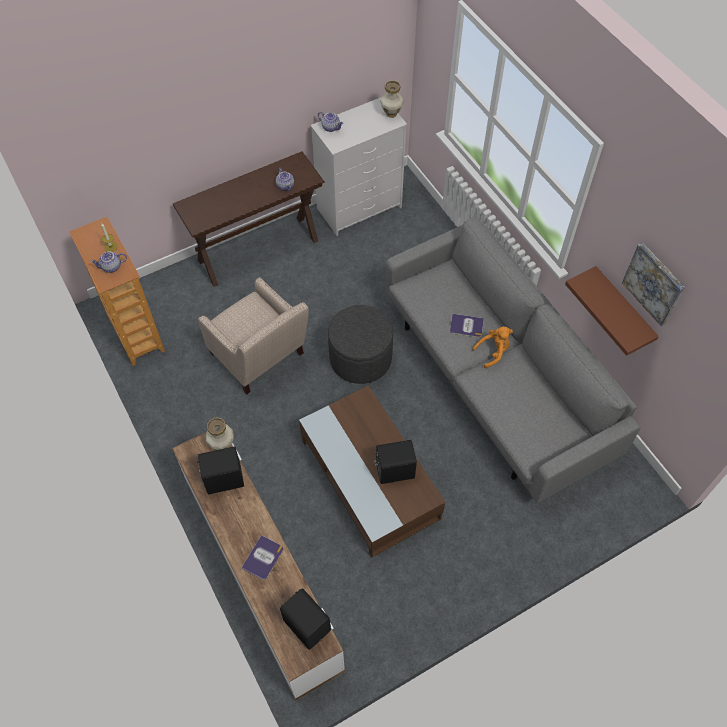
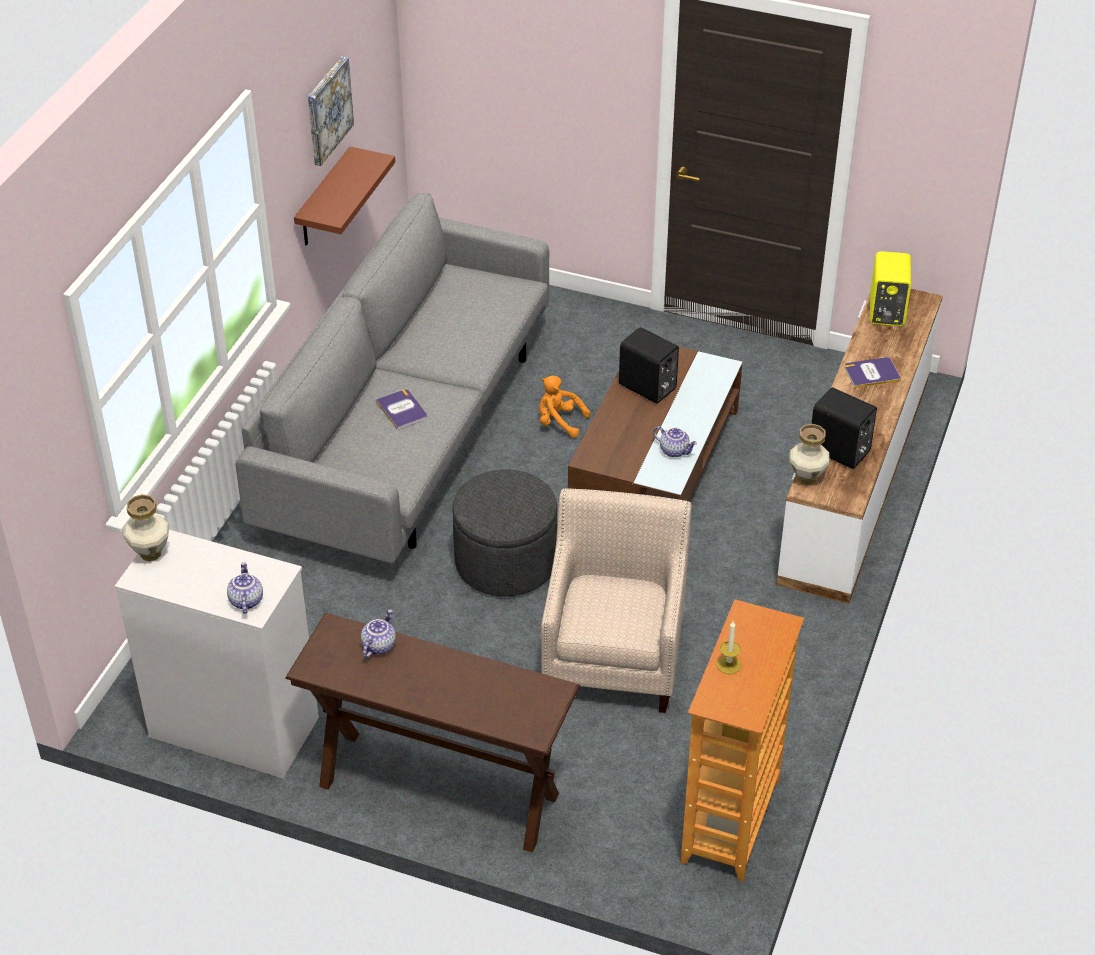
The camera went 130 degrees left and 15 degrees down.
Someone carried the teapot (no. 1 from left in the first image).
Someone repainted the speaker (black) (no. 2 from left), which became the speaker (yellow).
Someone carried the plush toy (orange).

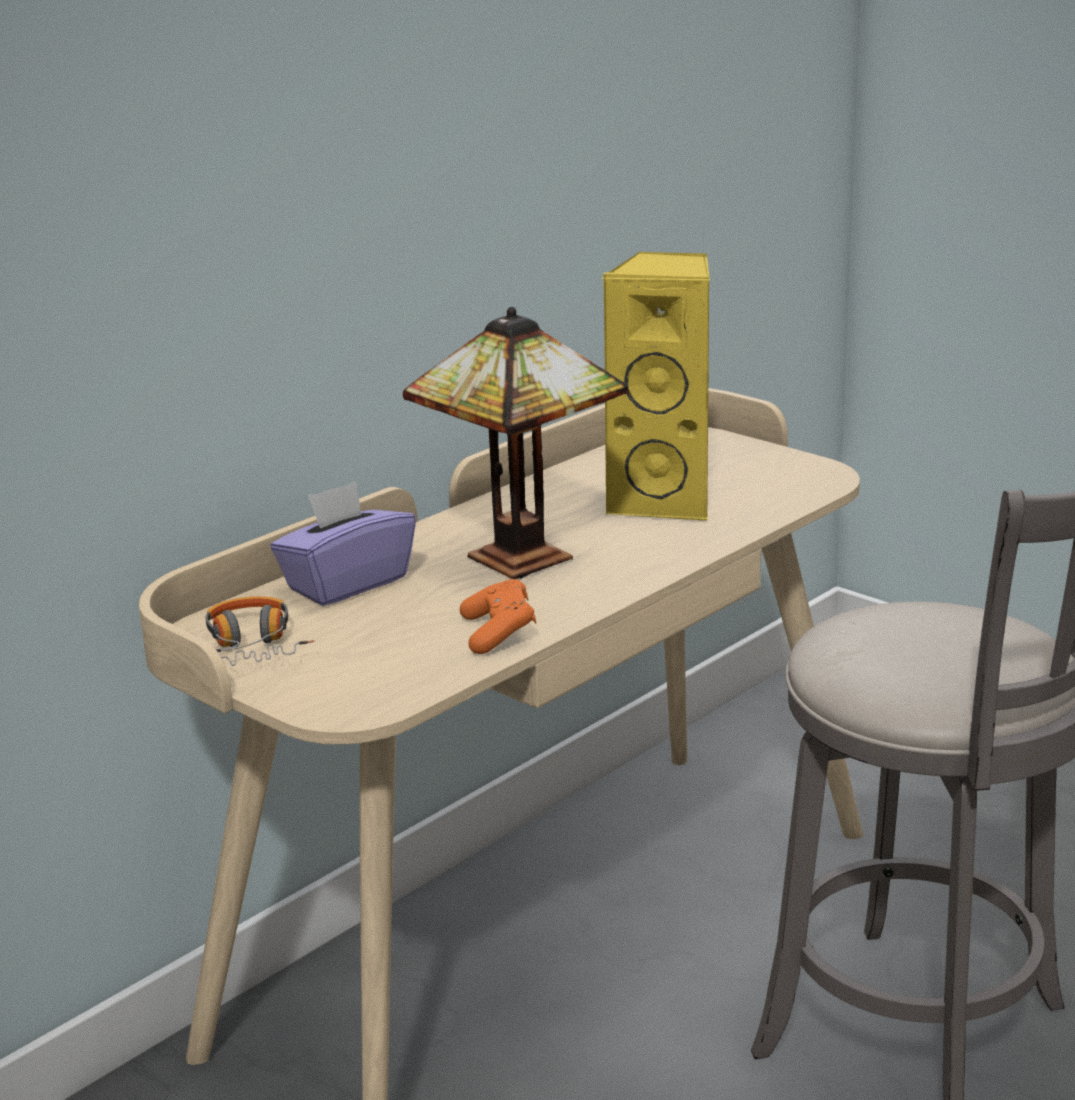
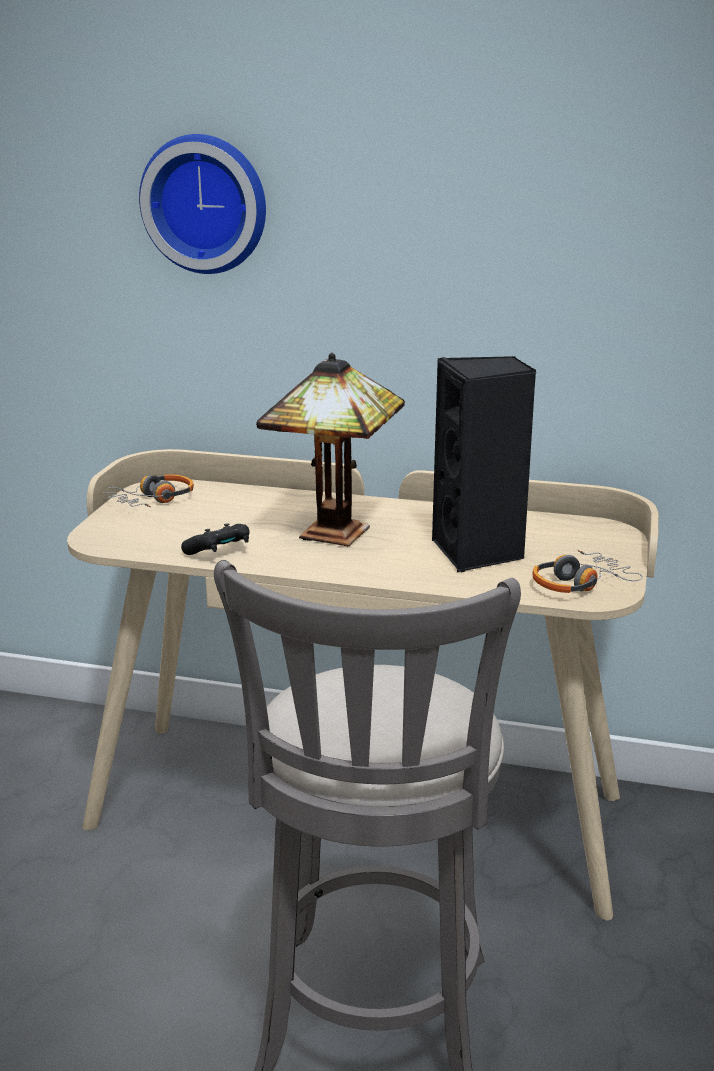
The camera went 60 degrees right and 0 degrees up.
Someone took away the tissue box (purple).
Someone repainted the game controller (orange), which became the game controller (black).
Someone repainted the speaker (yellow), which became the speaker (black).
Someone put up the wall clock.
Someone put down the headphones (no. 2 from left).

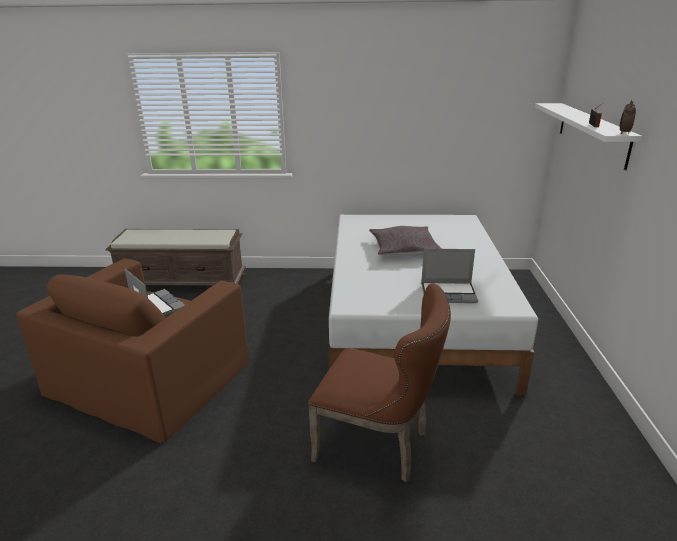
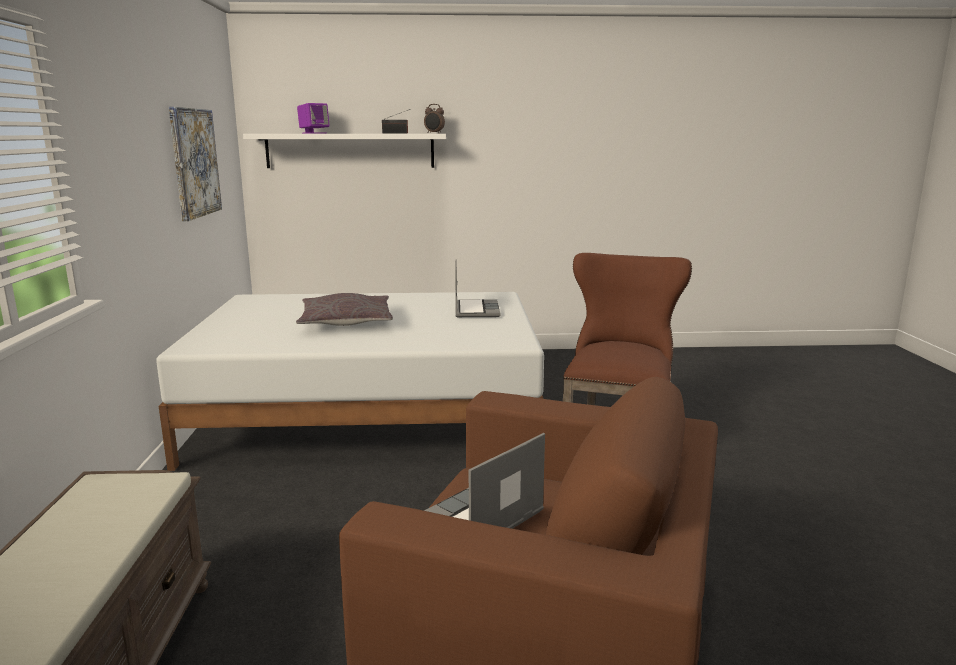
The camera went 95 degrees left and 10 degrees down.
Someone put up the picture.
Someone put down the speaker (purple).

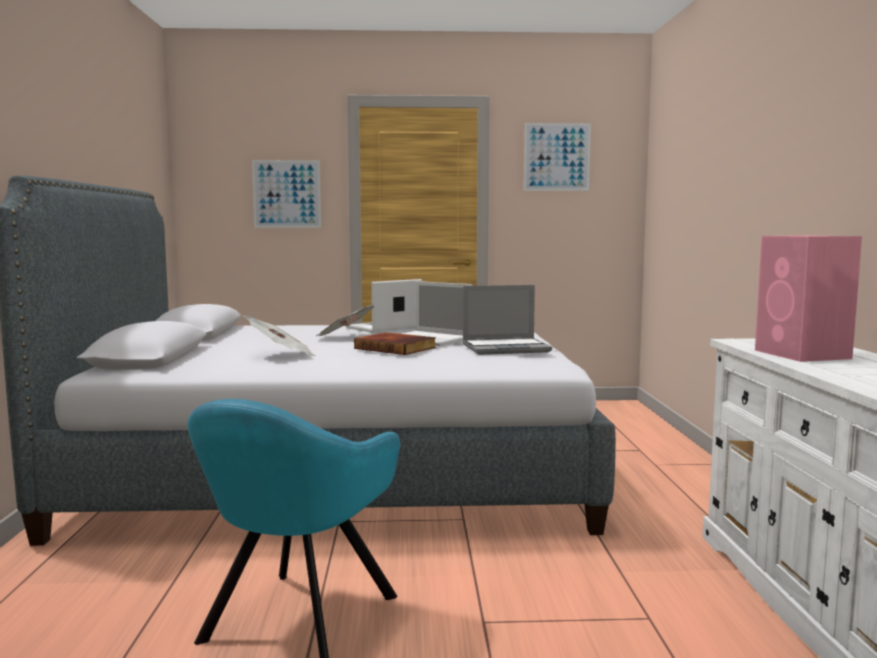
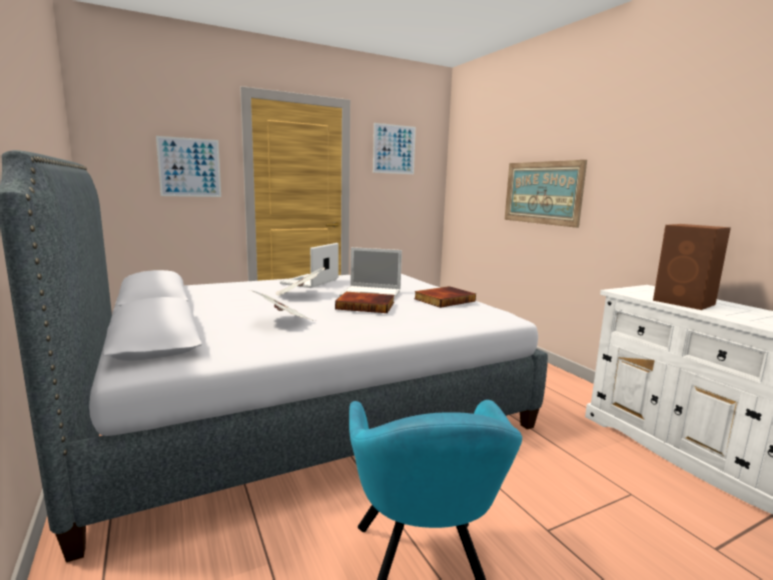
The camera went 25 degrees left and 5 degrees up.
Someone swapped the laptop (no. 3 from left) for the book (no. 2 from left).
Someone repainted the speaker (pink), which became the speaker (brown).
Someone put up the picture (no. 3 from left).

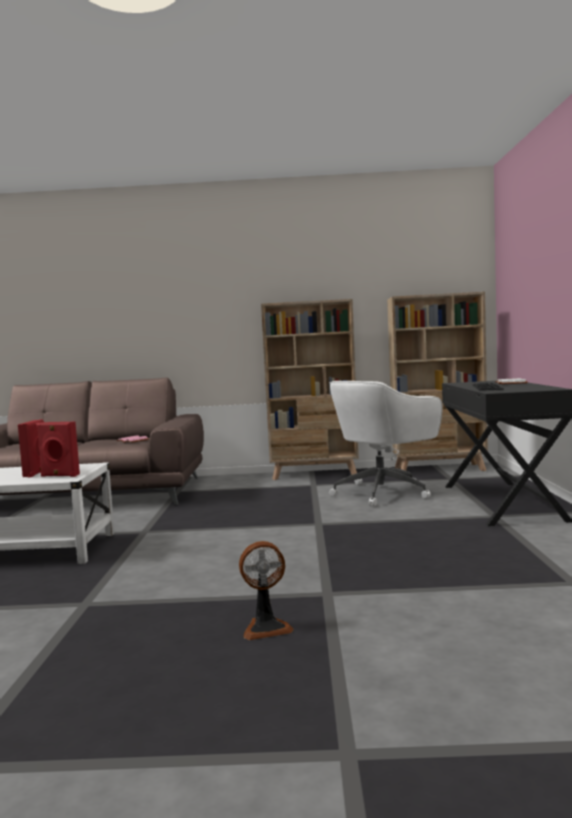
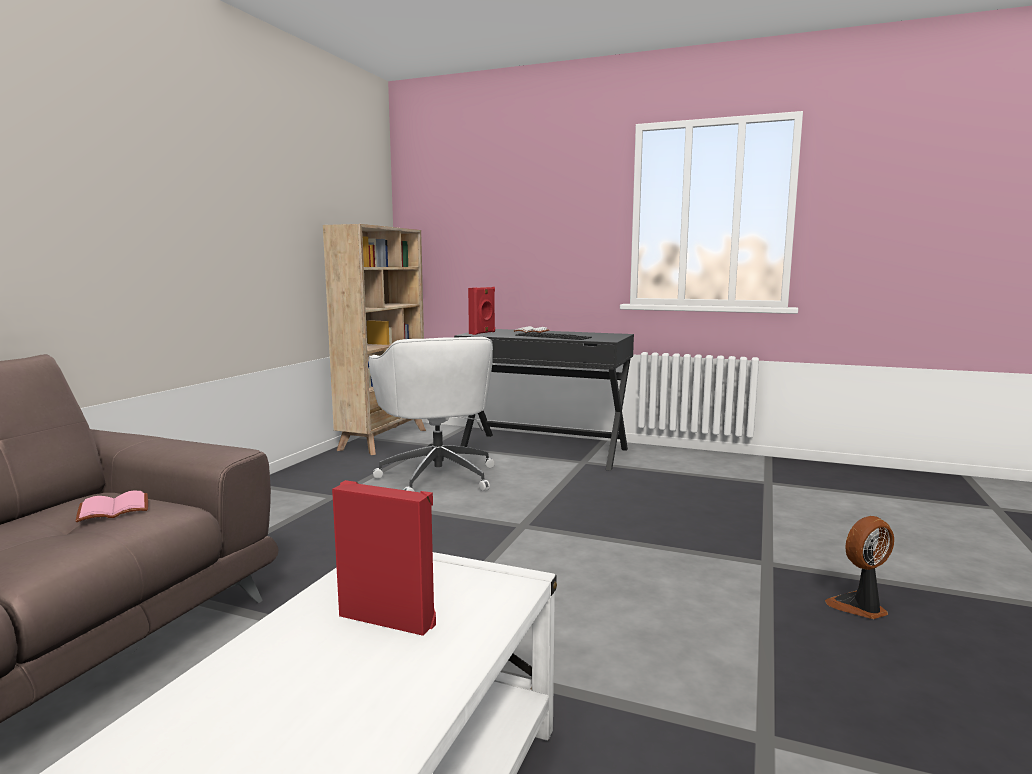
The camera went 70 degrees left and 5 degrees up.
Someone carried the speaker (red) (no. 2 from left).
Someone rotated the fan by 120 degrees counterclockwise.
Someone took away the bookcase (beige) (no. 1 from left).

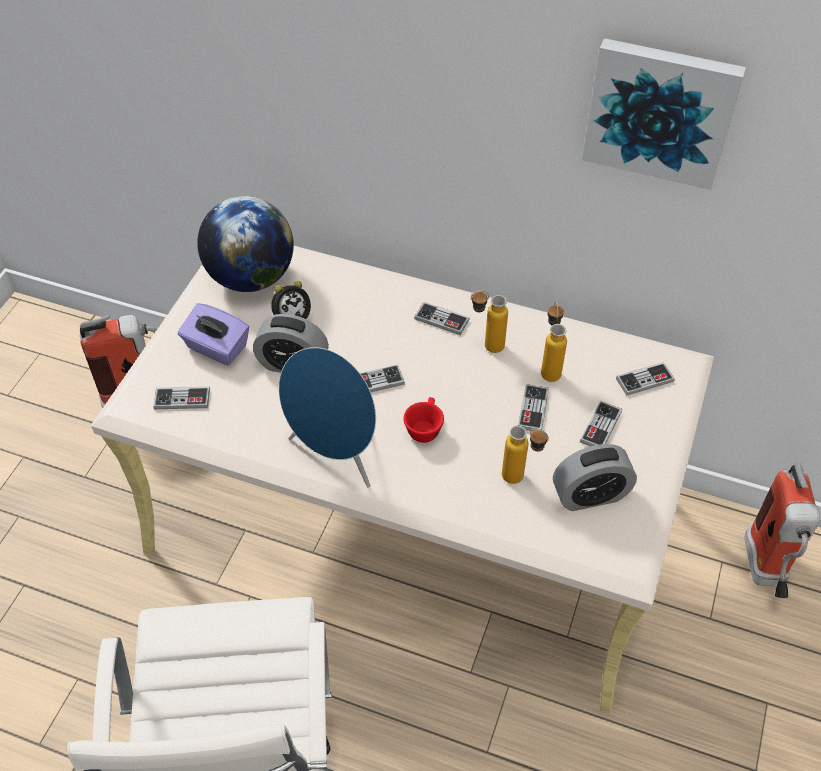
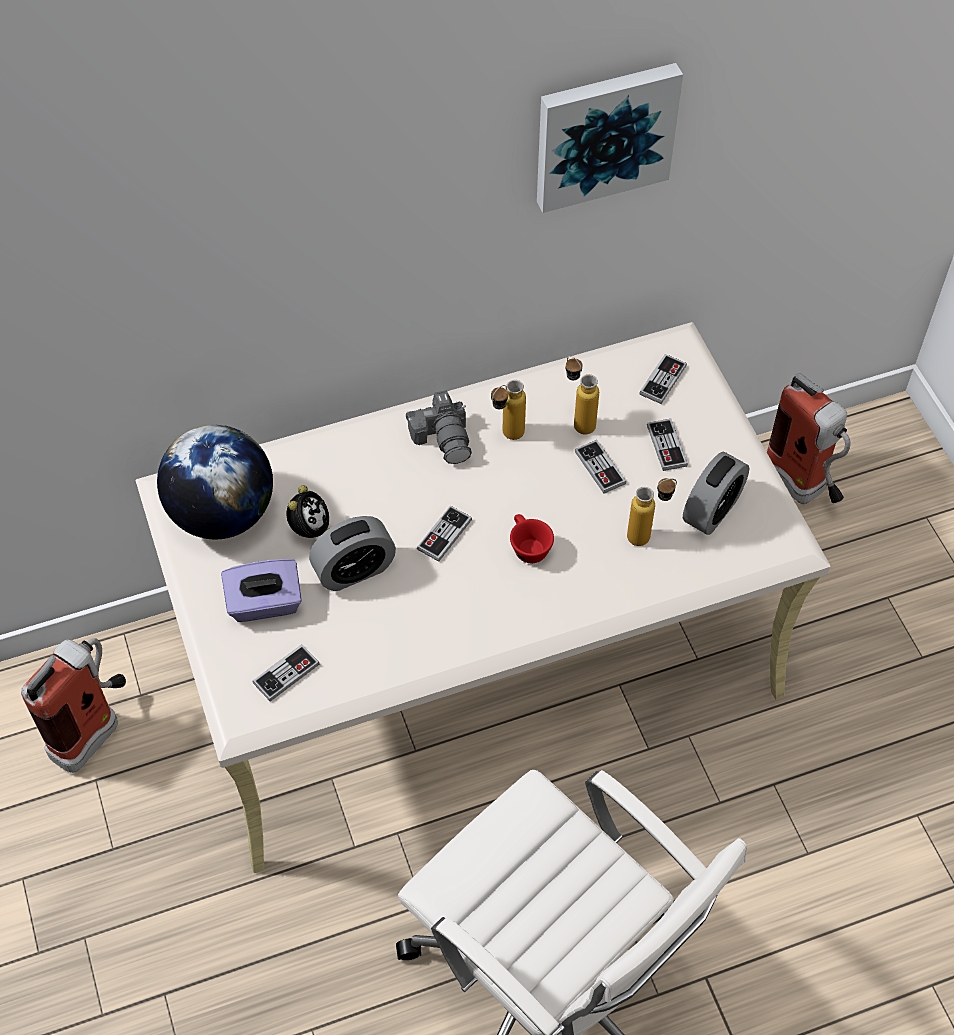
The camera went 40 degrees left and 5 degrees up.
Someone took away the speaker (blue).
Someone swapped the game controller (no. 3 from left) for the photo camera.

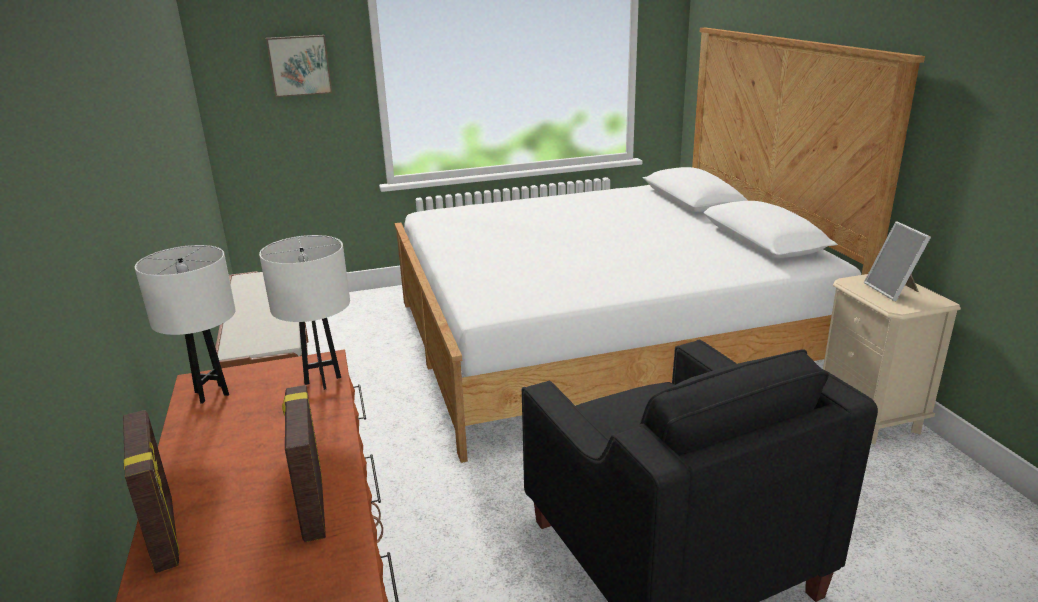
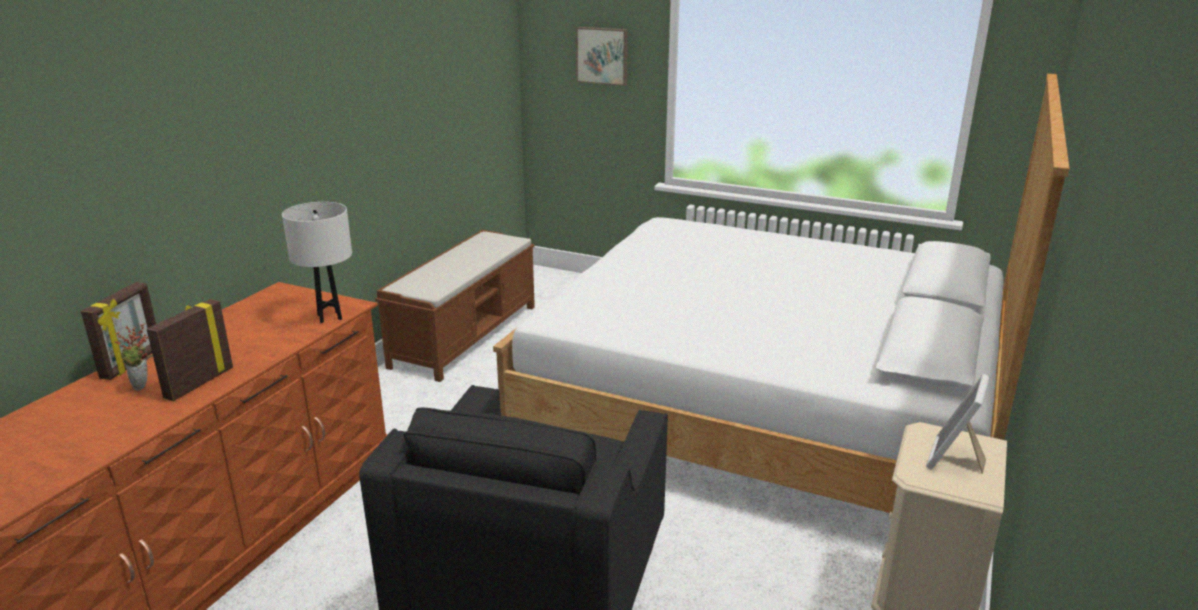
The camera went 40 degrees right and 0 degrees up.
Someone took away the table lamp (white) (no. 1 from left).
Someone put down the potted plant.

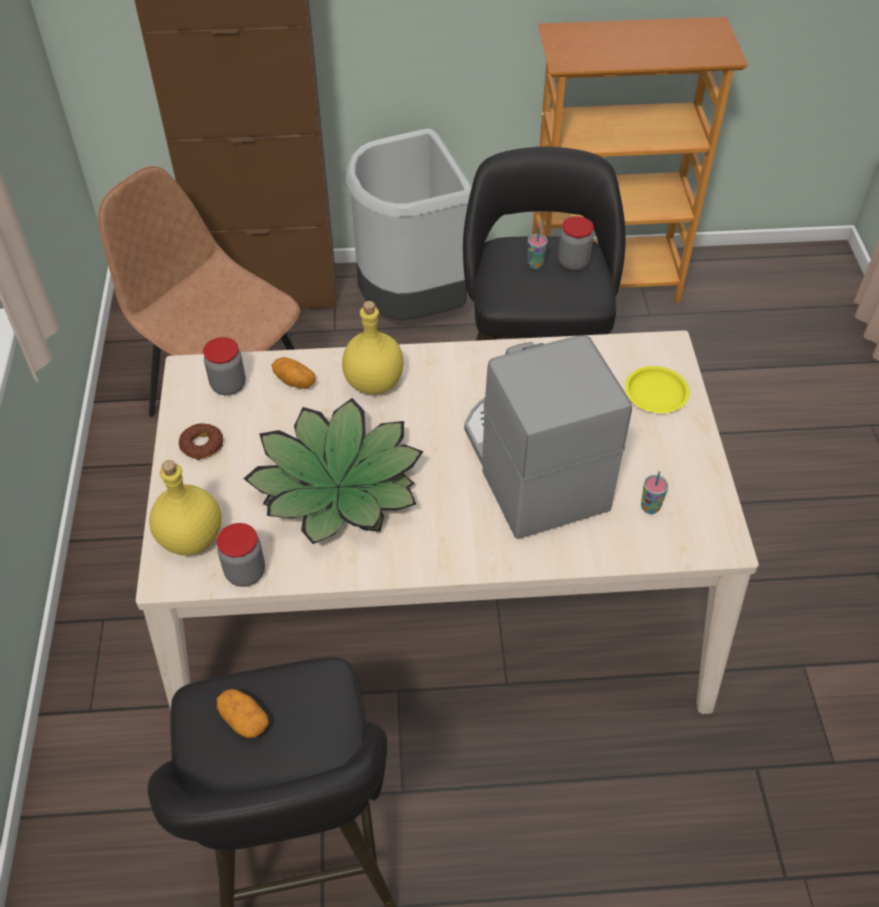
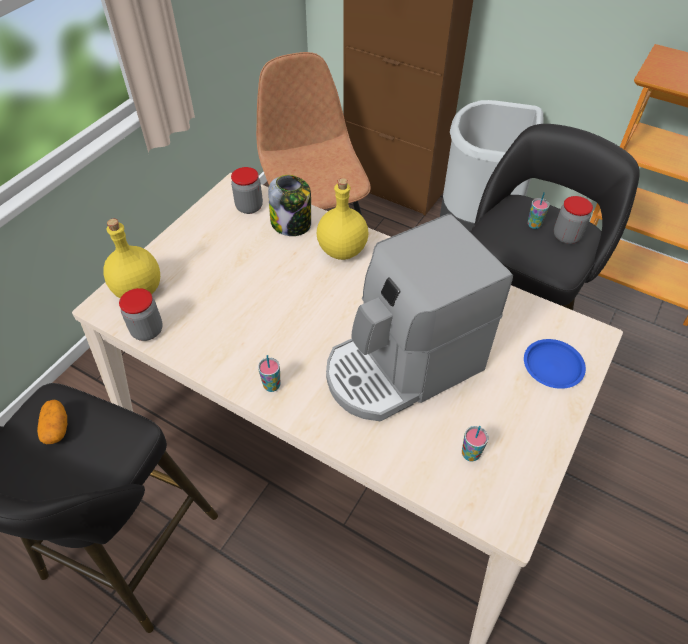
The camera went 35 degrees right and 0 degrees up.
Someone took away the donut.
Someone took away the potted plant.
Someone swapped the potato (no. 2 from left) for the jar (no. 3 from left).
Someone rotated the coffee machine by 135 degrees counterclockwise.
Someone repainted the plate (yellow), which became the plate (blue).
Someone put down the cup (no. 1 from left).

